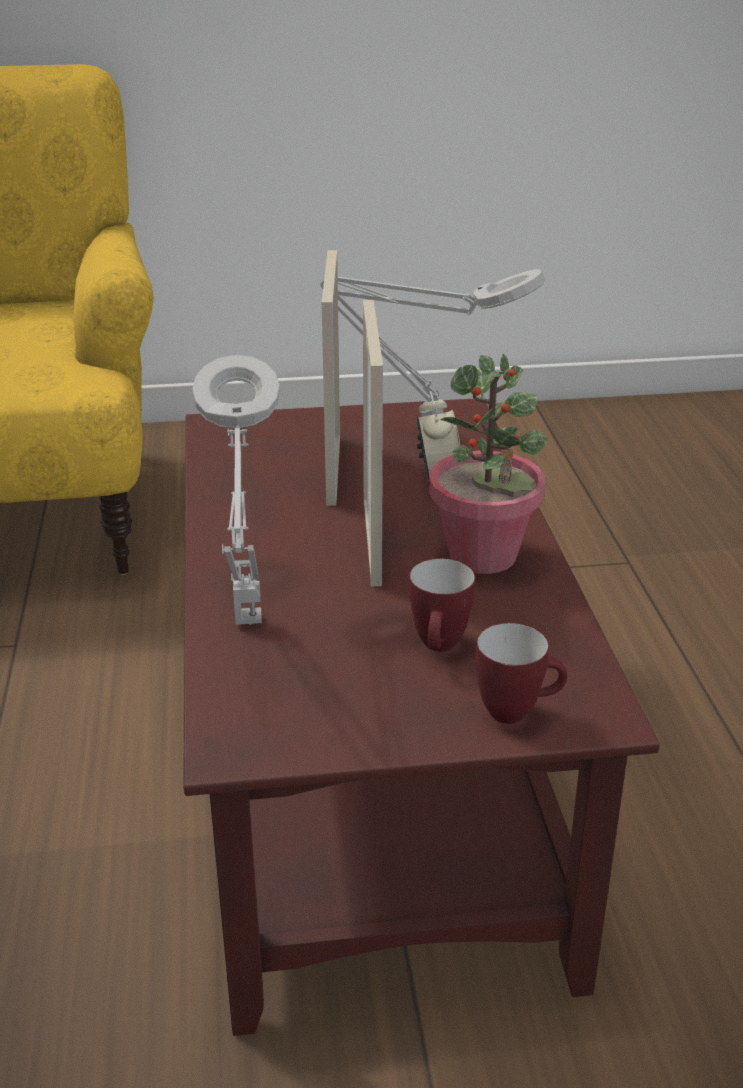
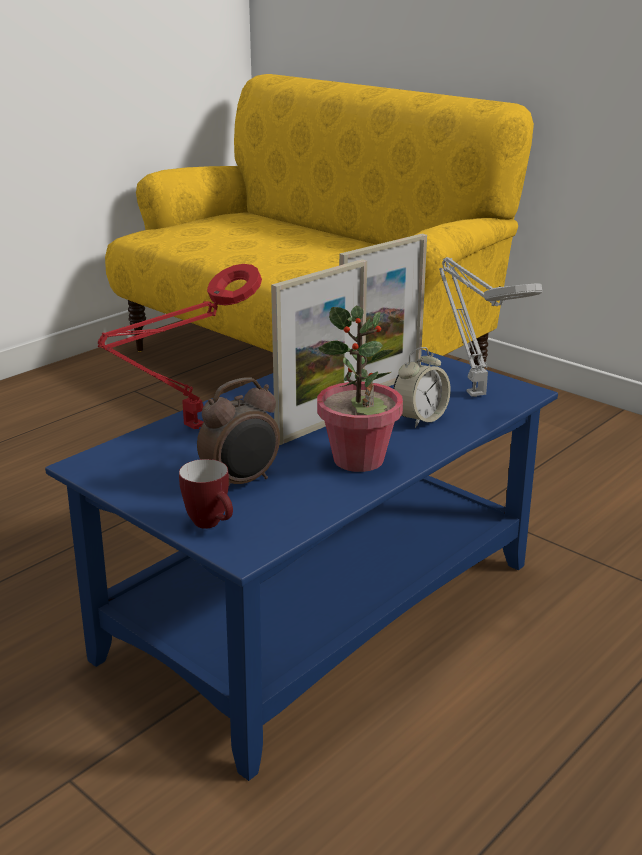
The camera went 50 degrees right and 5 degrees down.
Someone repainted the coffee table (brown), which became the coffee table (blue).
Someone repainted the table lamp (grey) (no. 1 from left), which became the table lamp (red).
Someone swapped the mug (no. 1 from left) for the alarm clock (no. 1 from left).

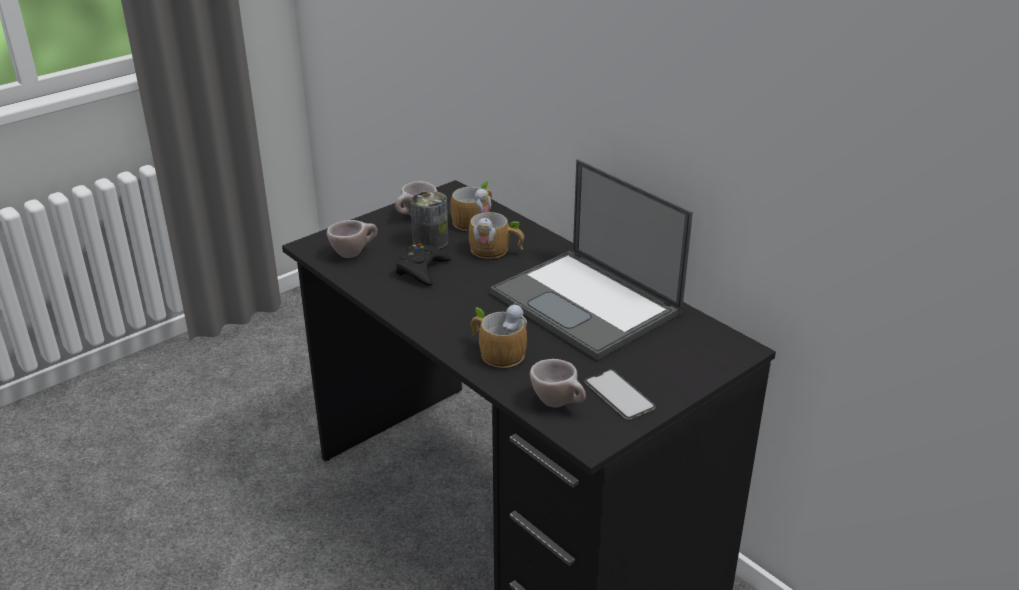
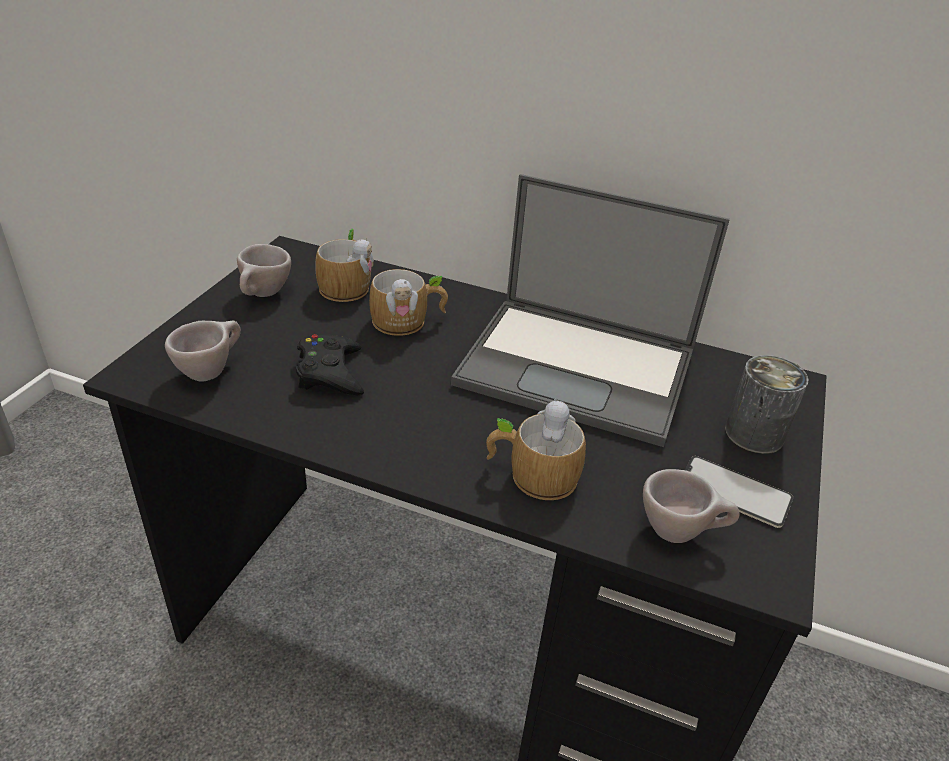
The camera went 30 degrees left and 5 degrees up.
Someone carried the can.

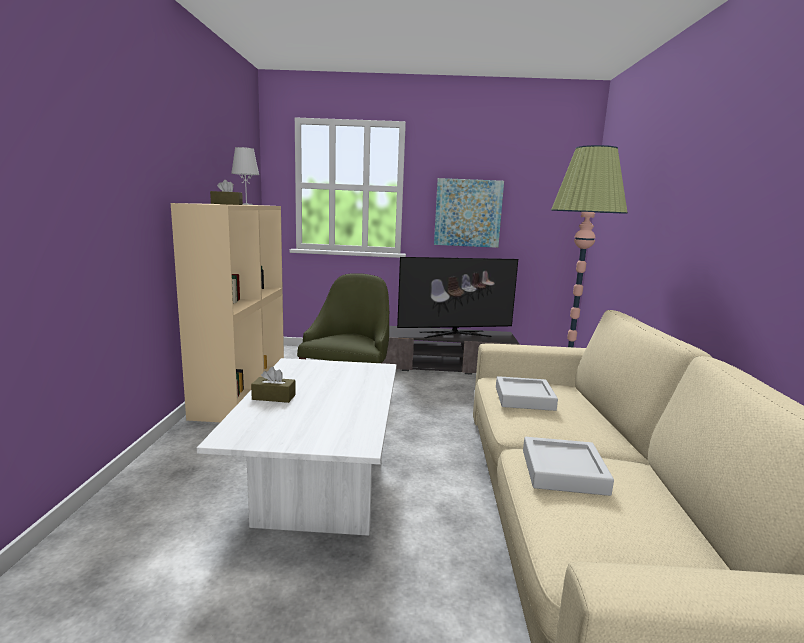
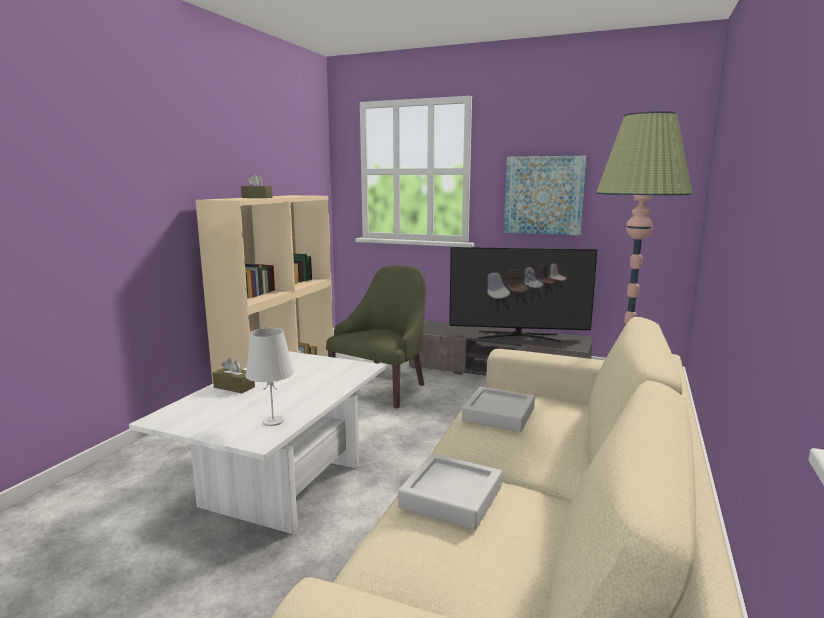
The camera went 20 degrees right and 0 degrees up.
Someone carried the table lamp (white).

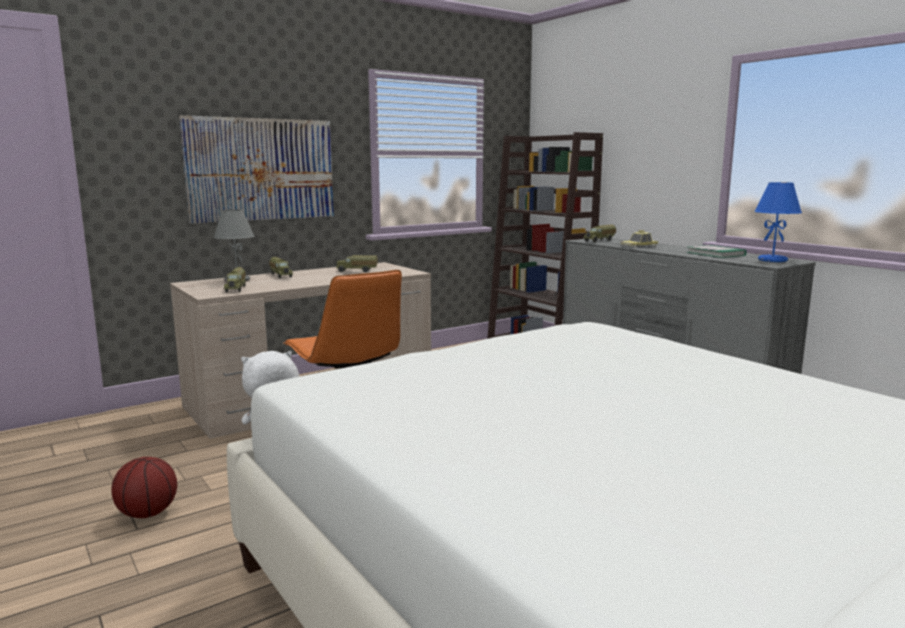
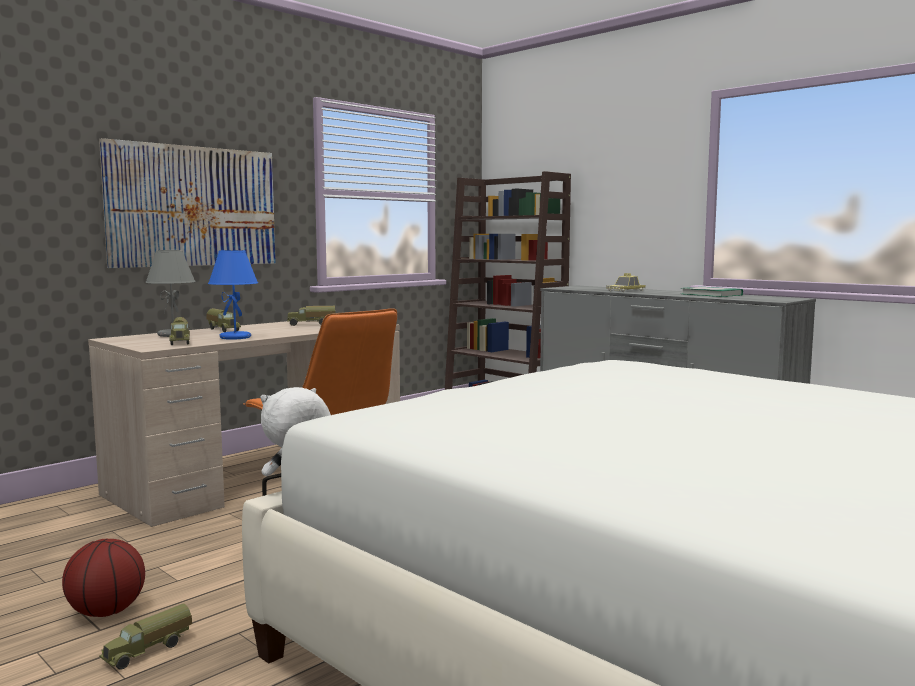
The camera went 10 degrees left and 5 degrees down.
Someone carried the toy truck (no. 4 from left in the first image).
Someone carried the table lamp (blue).

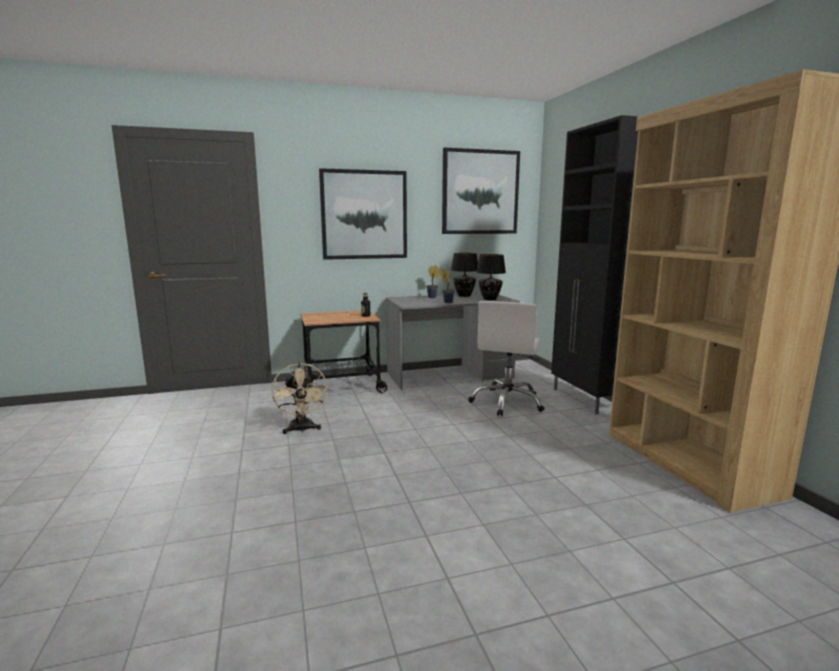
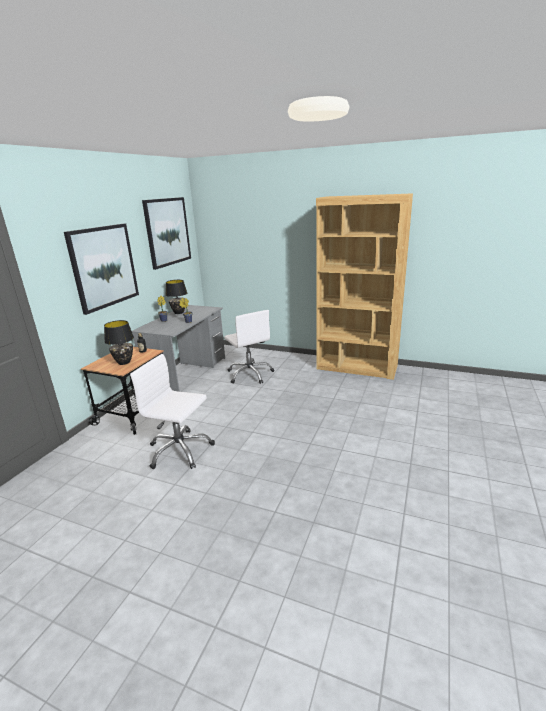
The camera went 50 degrees left and 10 degrees up.
Someone swapped the fan (beige) for the office chair (white) (no. 1 from left).
Someone carried the table lamp (black) (no. 2 from left in the first image).
Someone took away the cabinet (black).

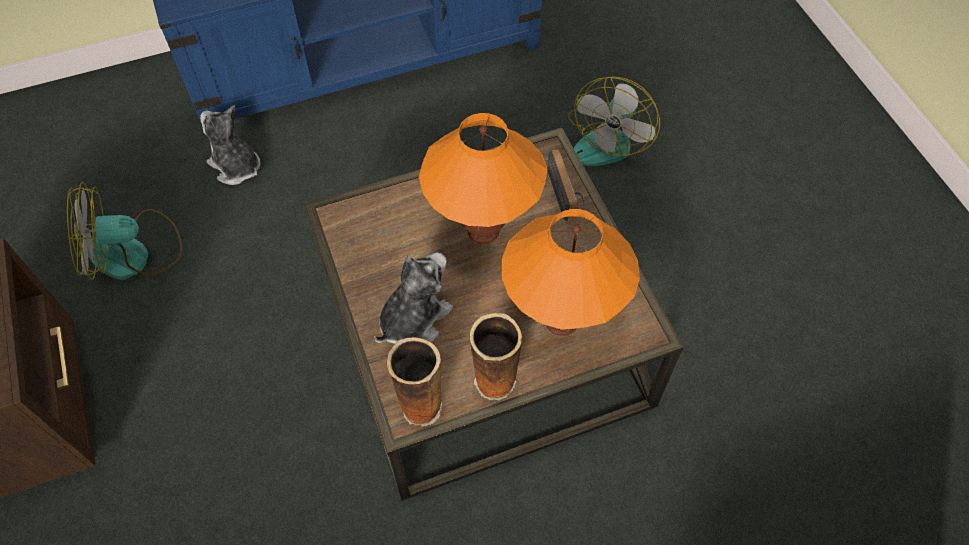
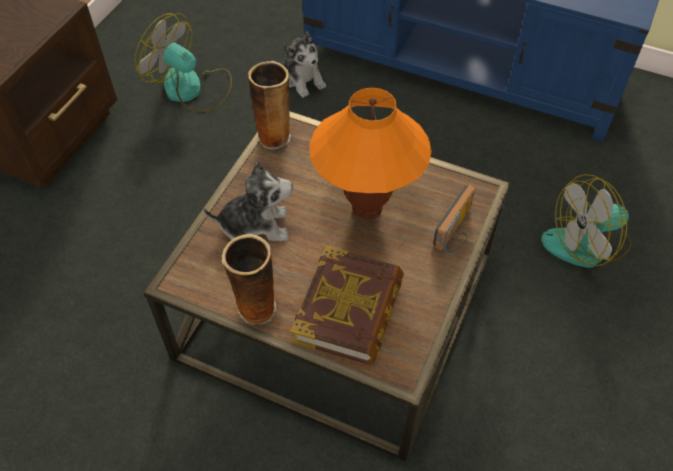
The camera went 45 degrees right and 5 degrees down.
Someone rotated the plush toy (no. 1 from left in the first image) by 150 degrees clockwise.
Someone carried the vase (no. 1 from left in the first image).
Someone swapped the table lamp (orange) (no. 2 from left) for the book.

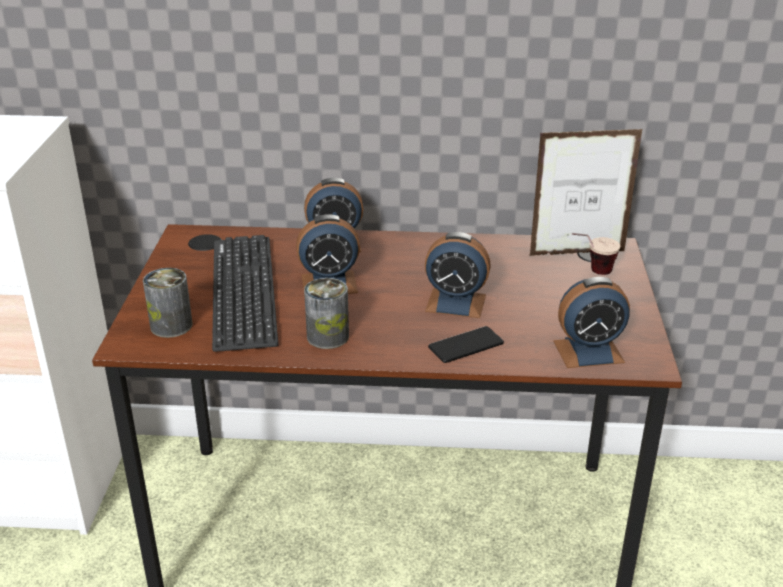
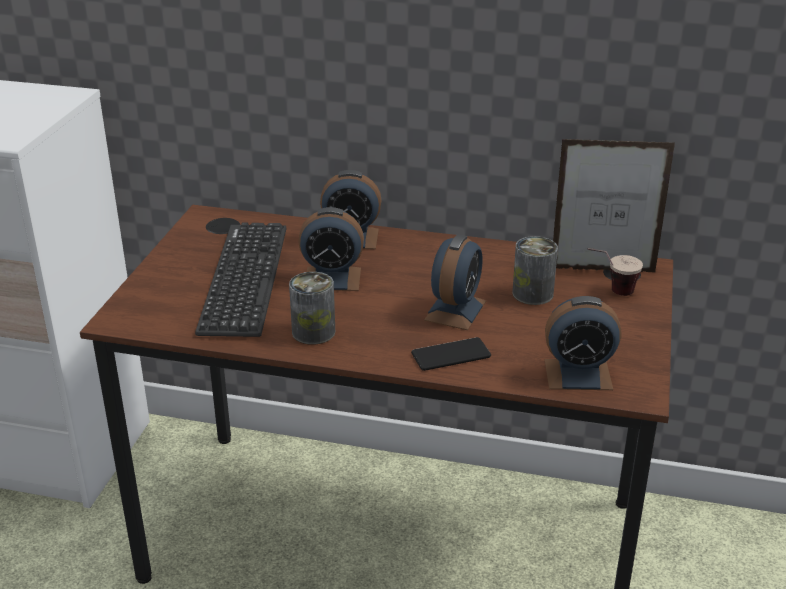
The camera went 10 degrees right and 0 degrees up.
Someone carried the can (no. 1 from left in the first image).
Someone rotated the alarm clock (no. 3 from left) by 90 degrees counterclockwise.

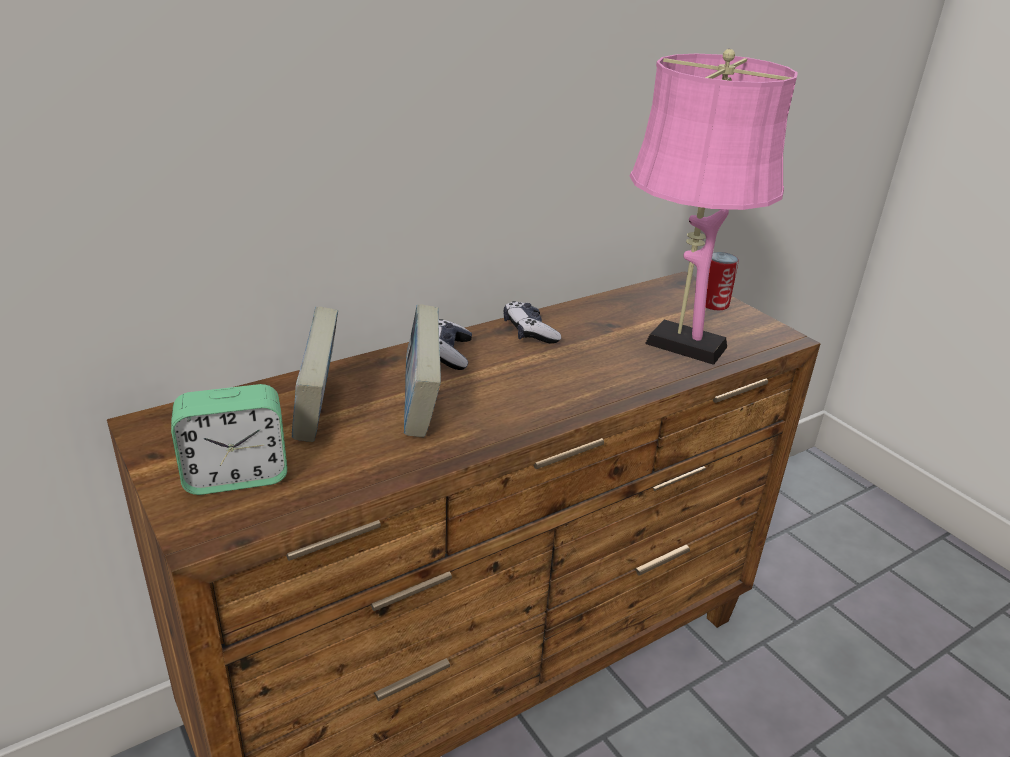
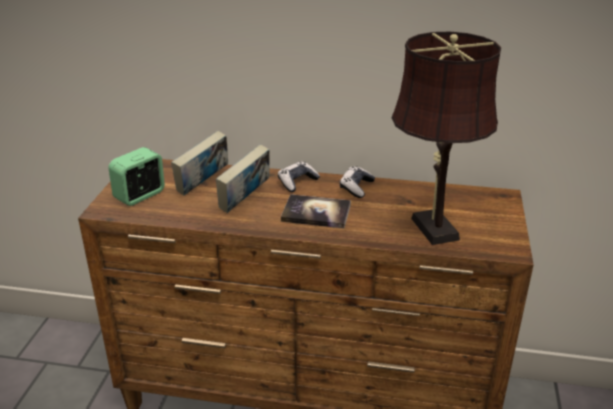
The camera went 45 degrees right and 0 degrees up.
Someone rotated the alarm clock by 105 degrees clockwise.
Someone repainted the table lamp (pink), which became the table lamp (brown).
Someone took away the can.
Someone put down the book (no. 3 from left).

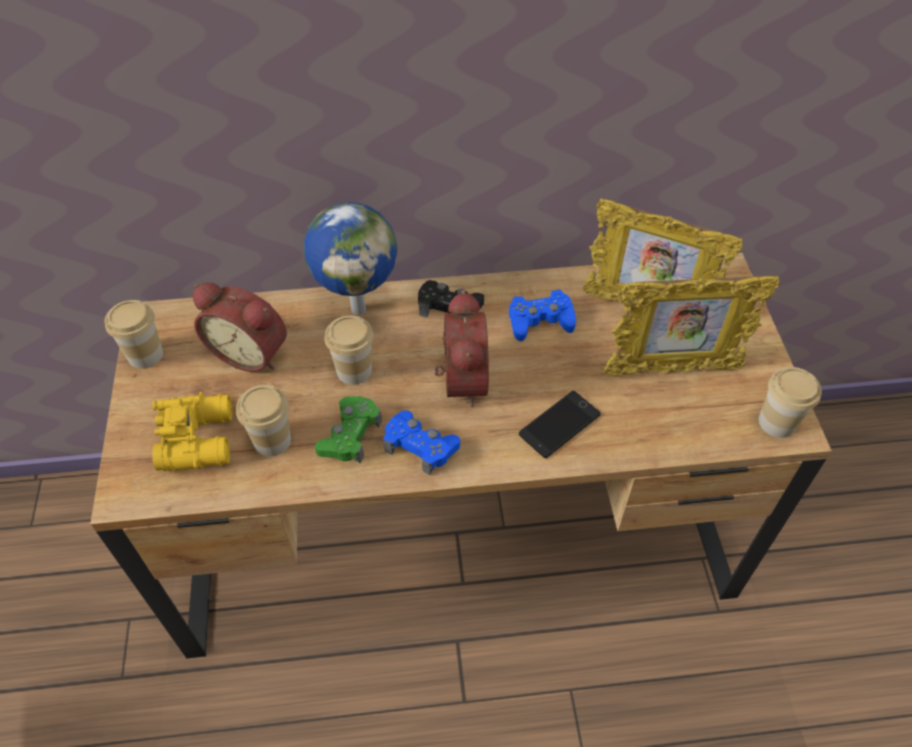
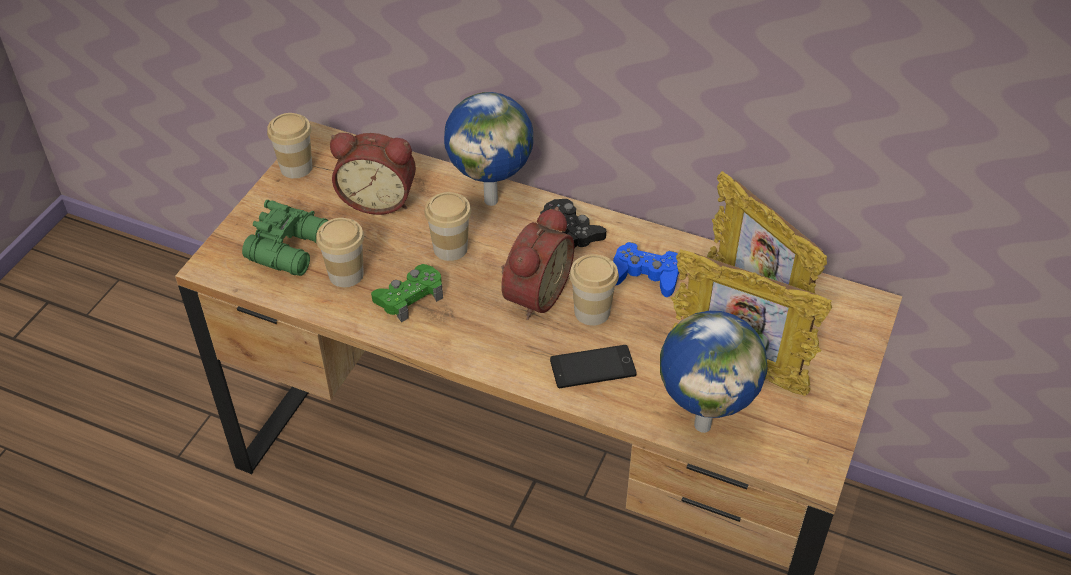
The camera went 30 degrees right and 5 degrees down.
Someone repainted the binoculars (yellow), which became the binoculars (green).
Someone rotated the alarm clock (no. 1 from left) by 45 degrees counterclockwise.
Someone took away the game controller (blue) (no. 1 from left).
Someone carried the cup (no. 4 from left).
Someone put down the globe (no. 2 from left).

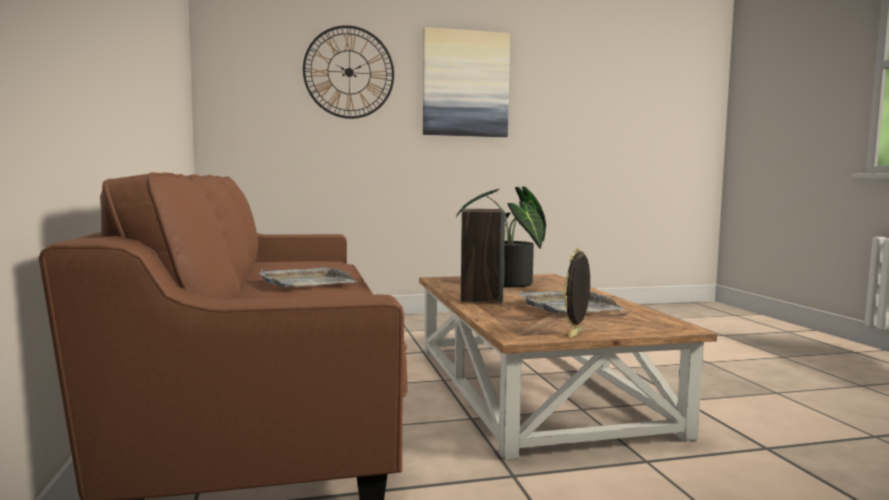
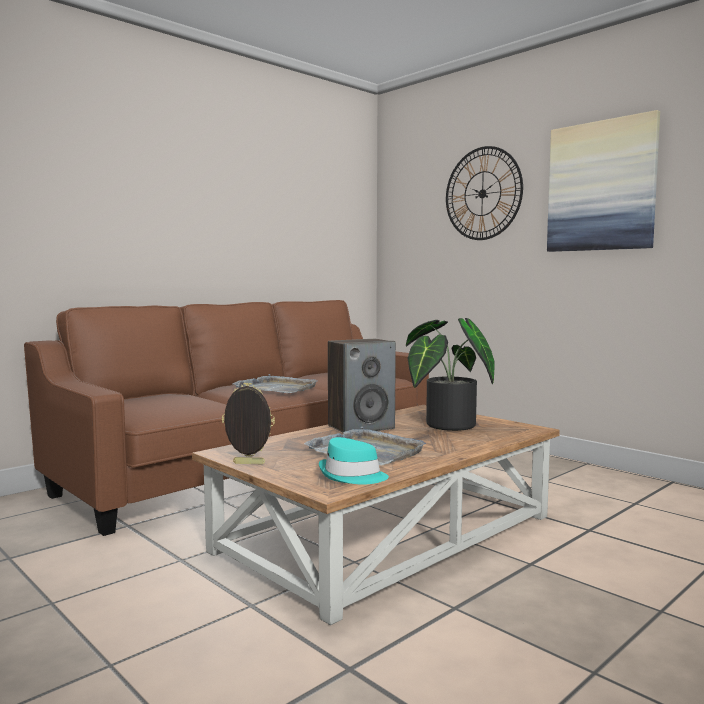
The camera went 60 degrees right and 0 degrees up.
Someone put down the hat (turquoise).

